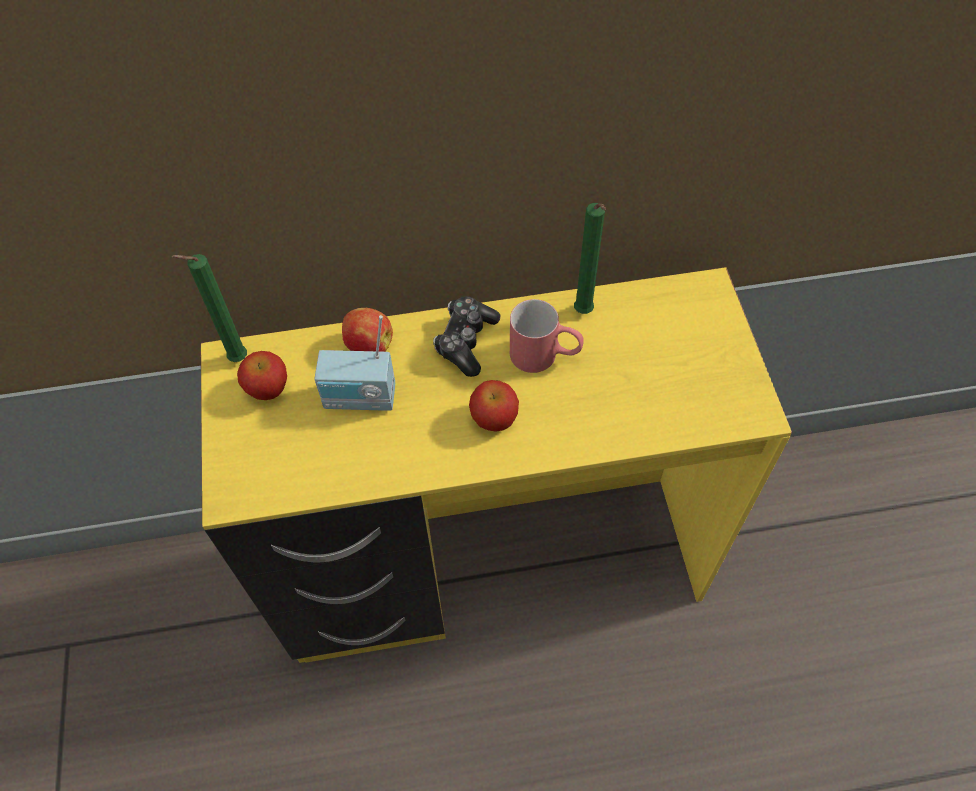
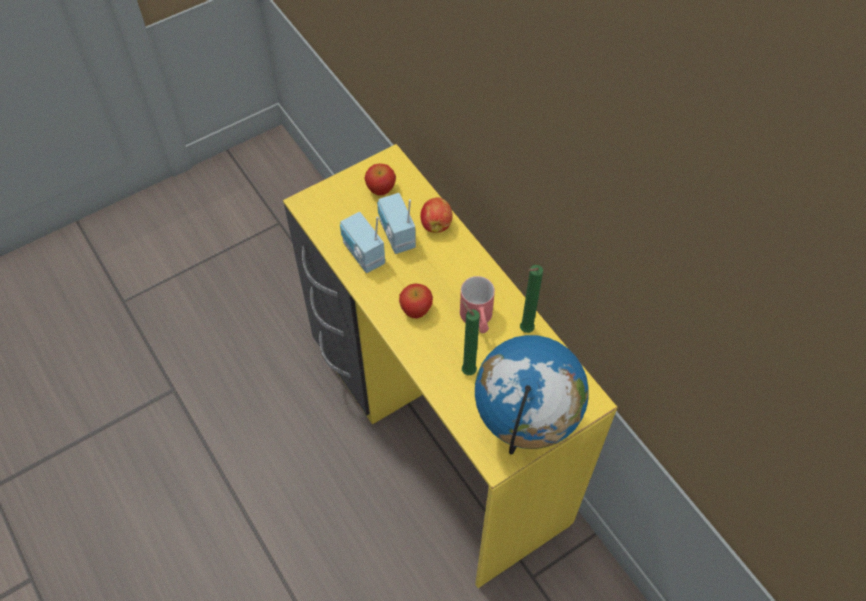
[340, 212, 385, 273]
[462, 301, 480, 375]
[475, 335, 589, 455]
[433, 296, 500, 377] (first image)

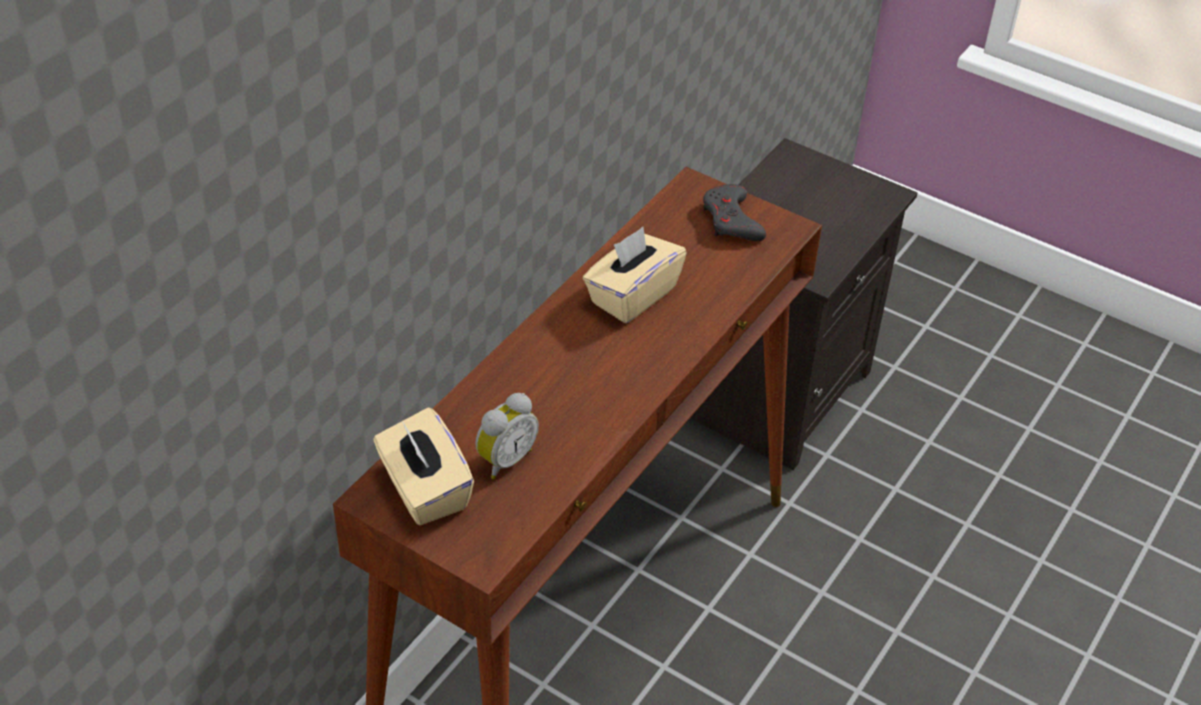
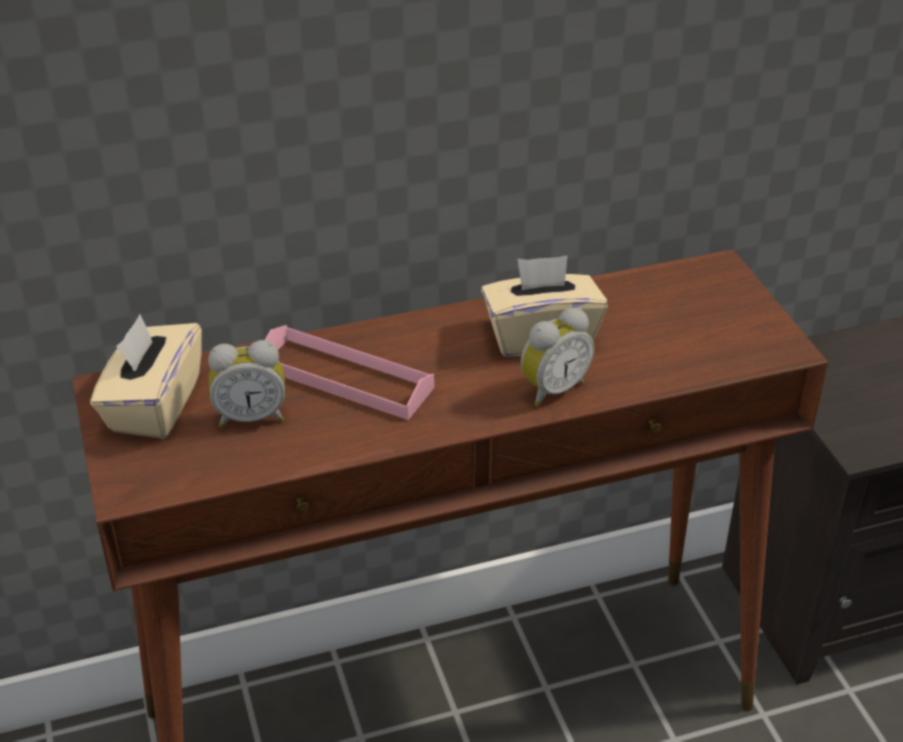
[265, 325, 434, 420]
[521, 308, 594, 407]
[703, 184, 766, 241] (first image)

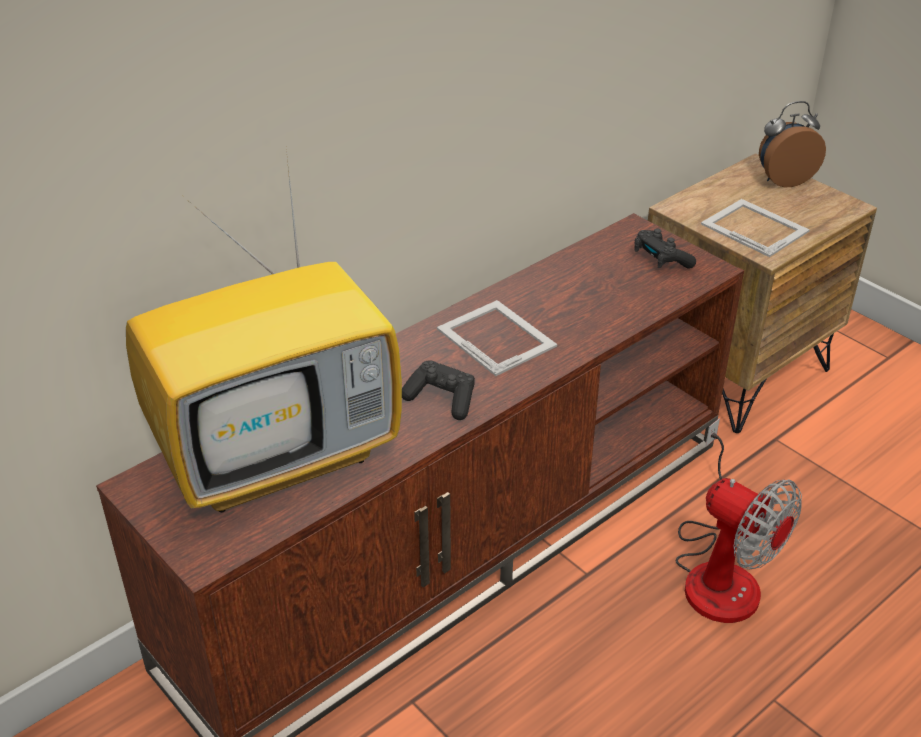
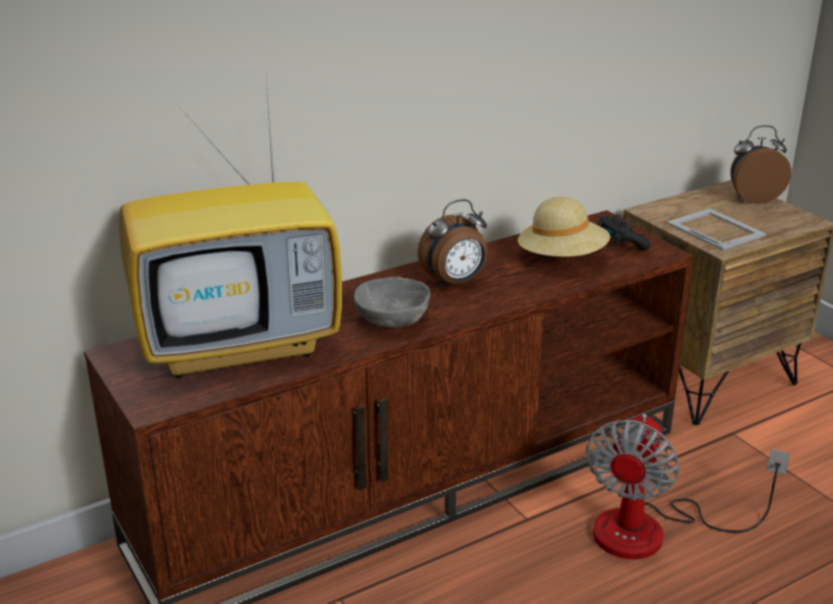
[354, 277, 430, 328]
[418, 199, 488, 288]
[518, 197, 610, 257]
[586, 414, 790, 559]

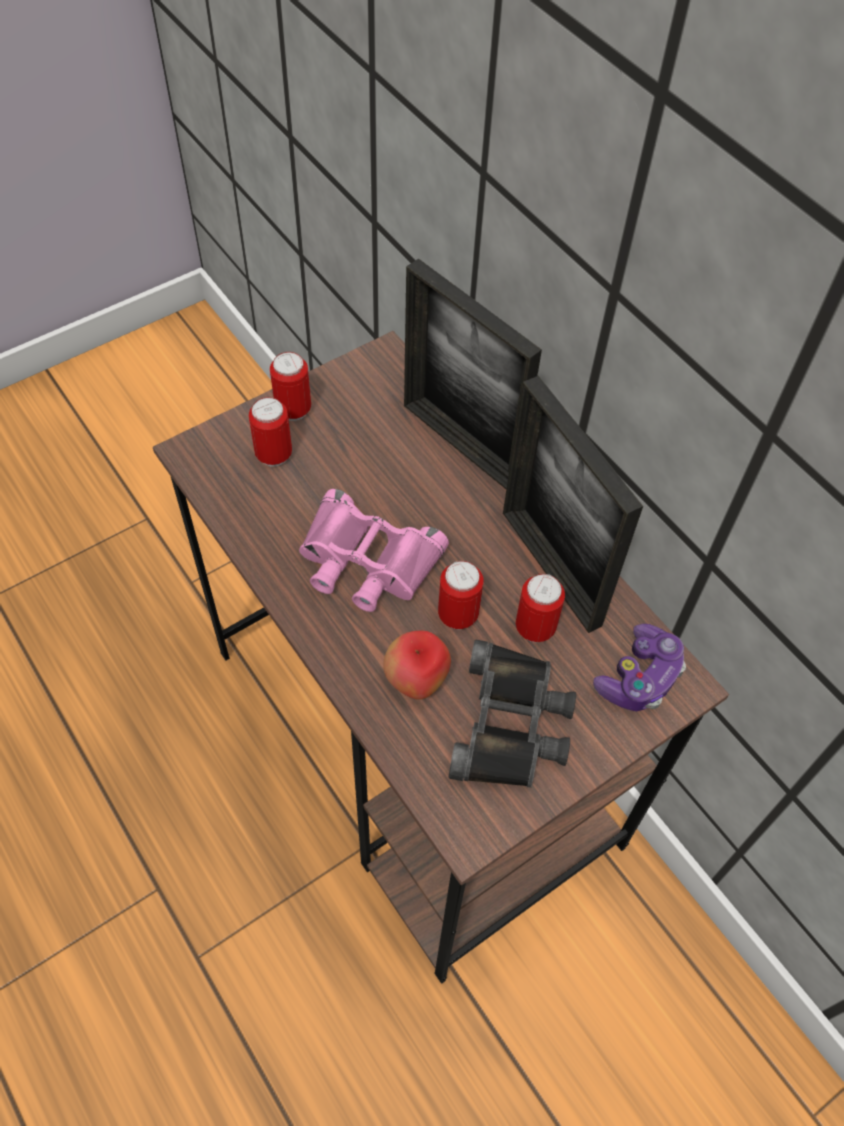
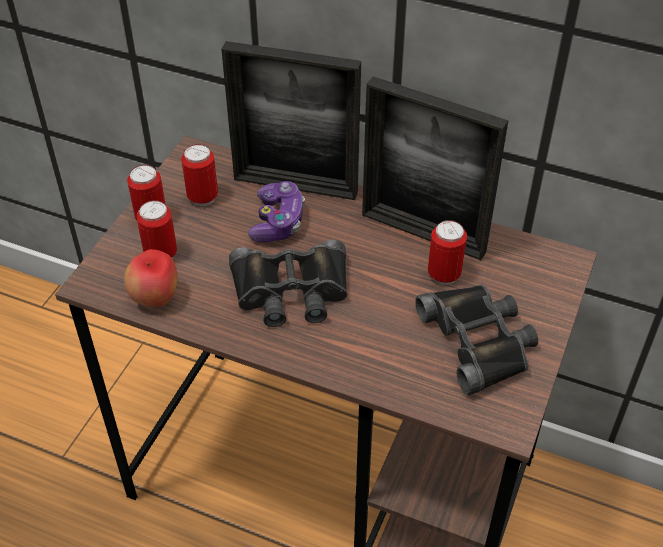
[124, 249, 177, 307]
[181, 144, 218, 206]
[229, 239, 347, 327]
[248, 181, 305, 243]

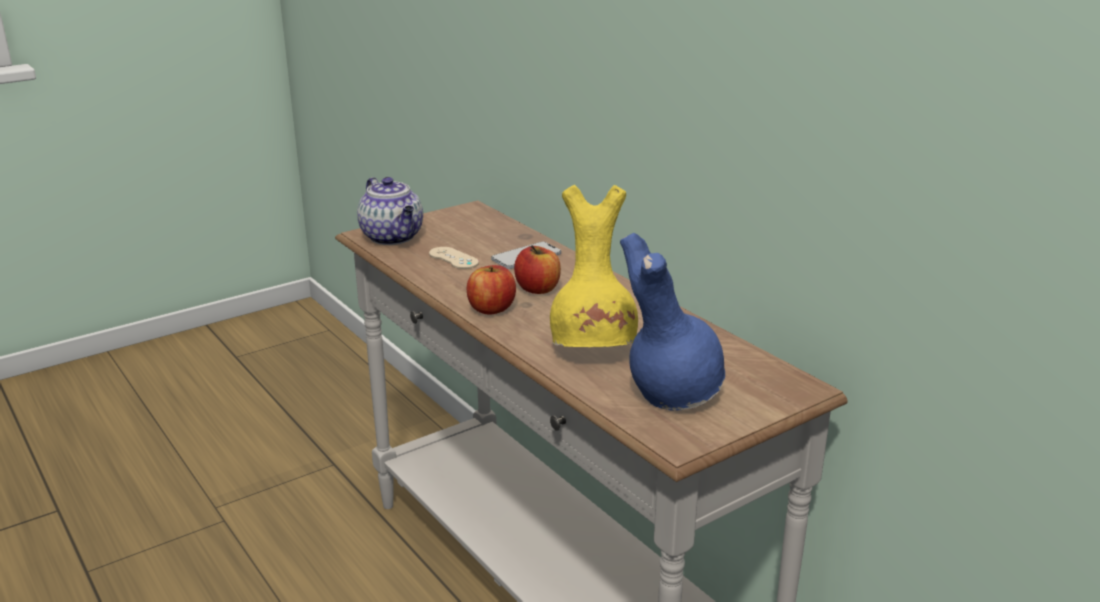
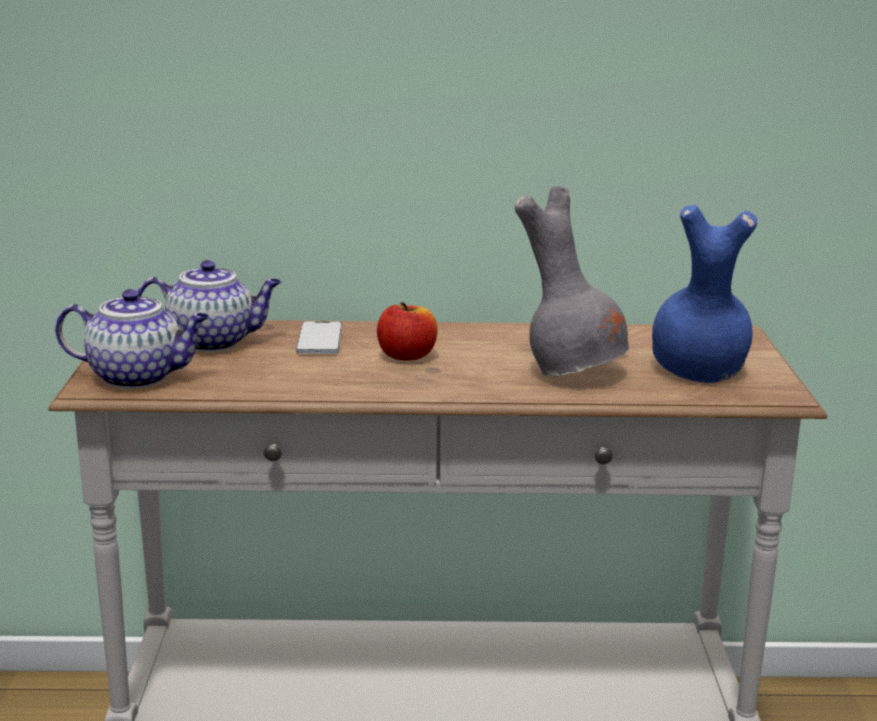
[137, 260, 281, 352]
[515, 186, 629, 377]
[429, 247, 479, 269] (first image)
[467, 265, 516, 314] (first image)

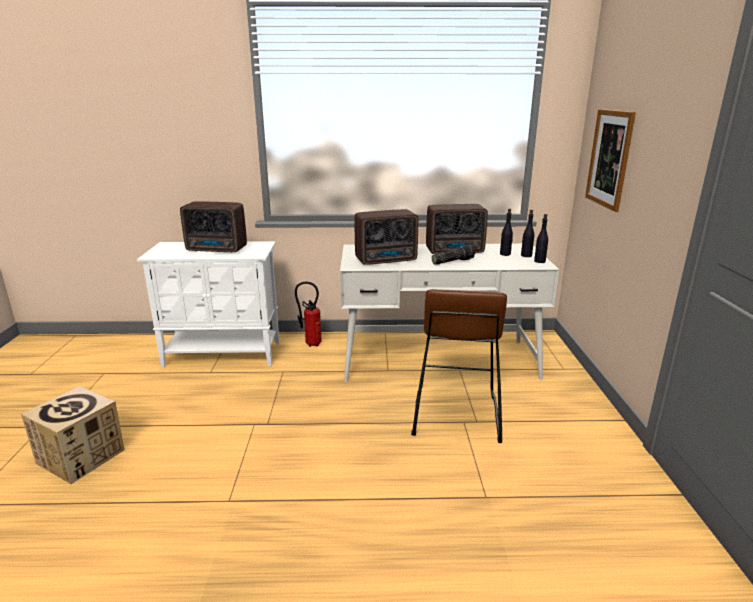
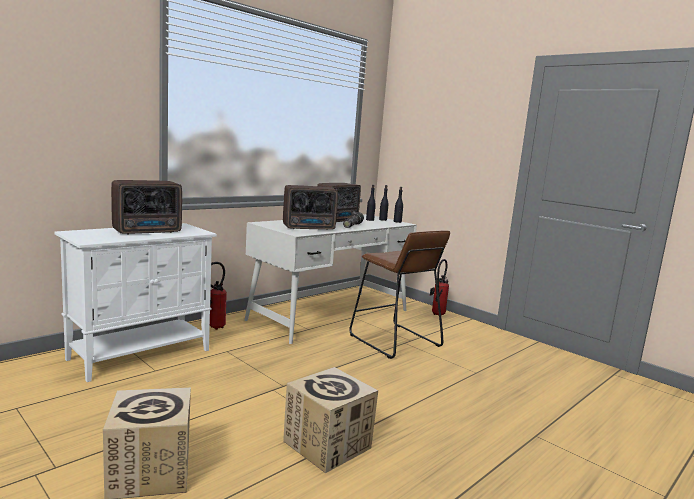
[283, 185, 338, 230]
[283, 367, 378, 473]
[430, 259, 449, 315]
[585, 109, 636, 212] (first image)

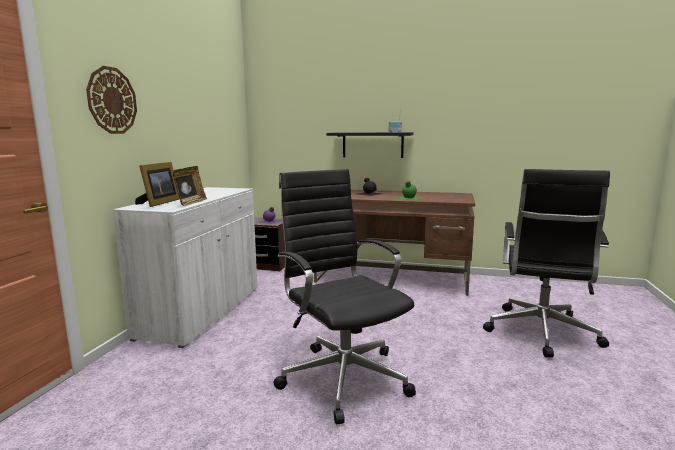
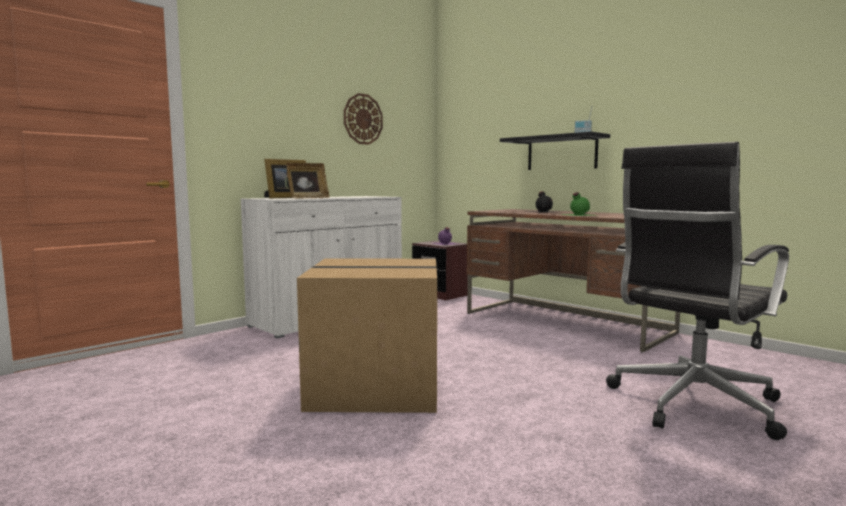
[297, 258, 437, 413]
[344, 93, 383, 145]

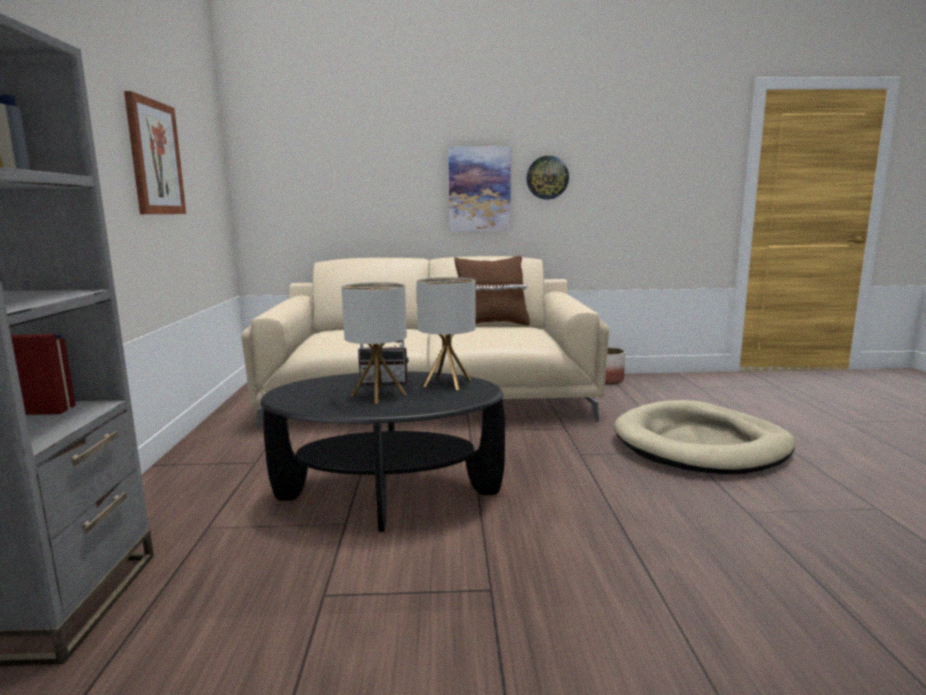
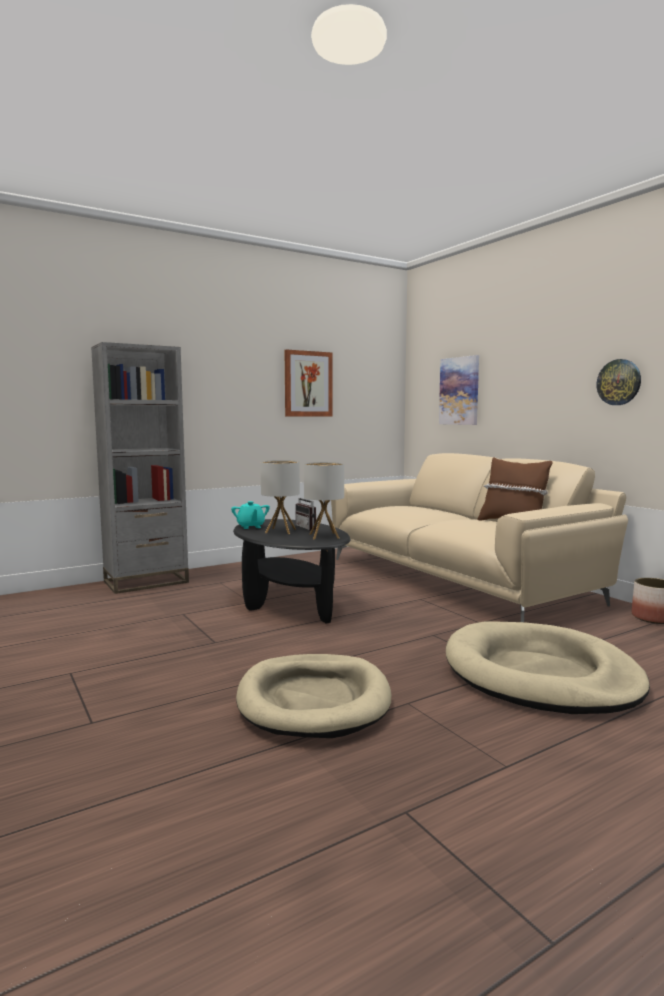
[231, 501, 270, 529]
[236, 654, 391, 738]
[439, 355, 479, 425]

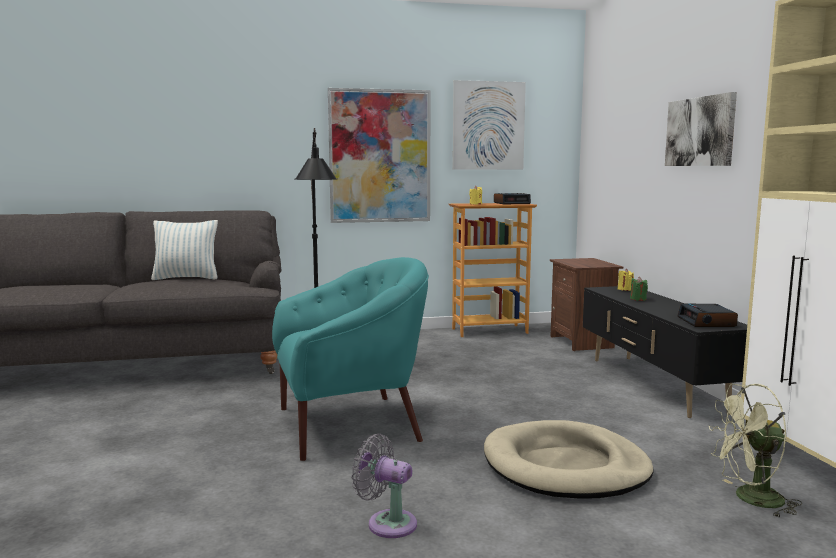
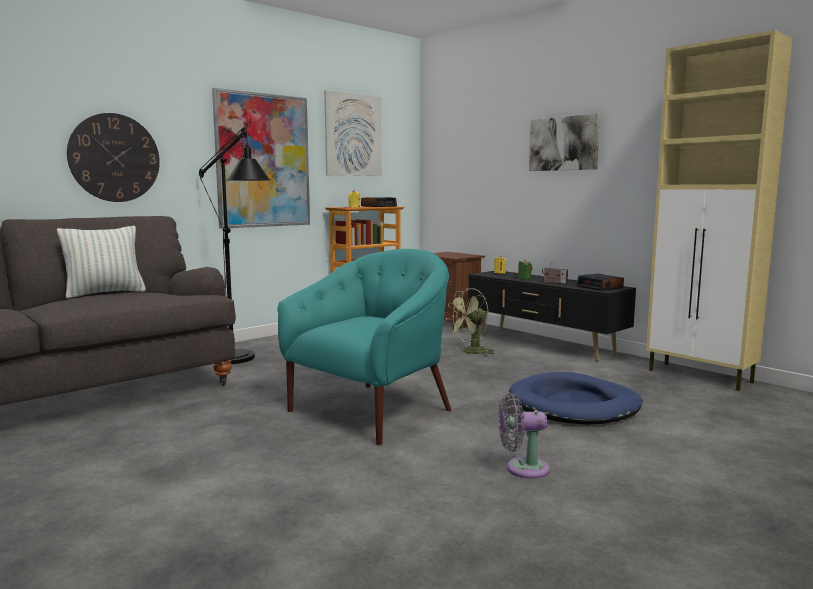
[67, 113, 160, 202]
[446, 288, 494, 357]
[509, 372, 643, 425]
[542, 262, 568, 284]

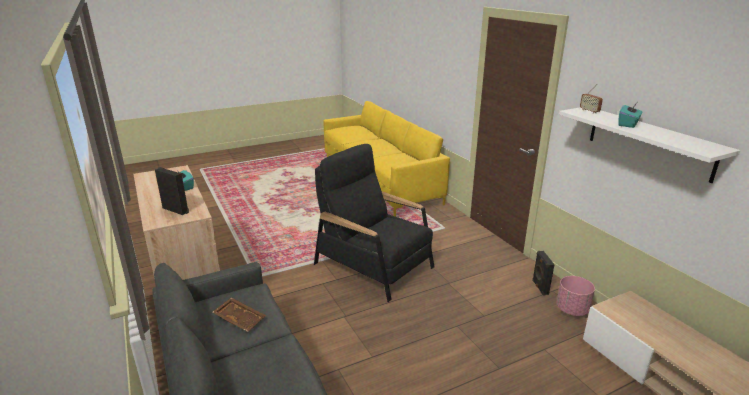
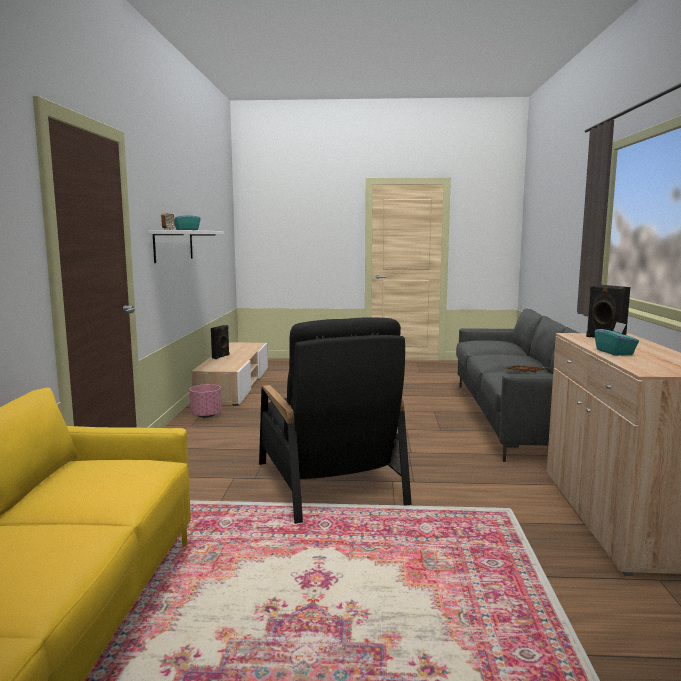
[211, 325, 229, 359]

